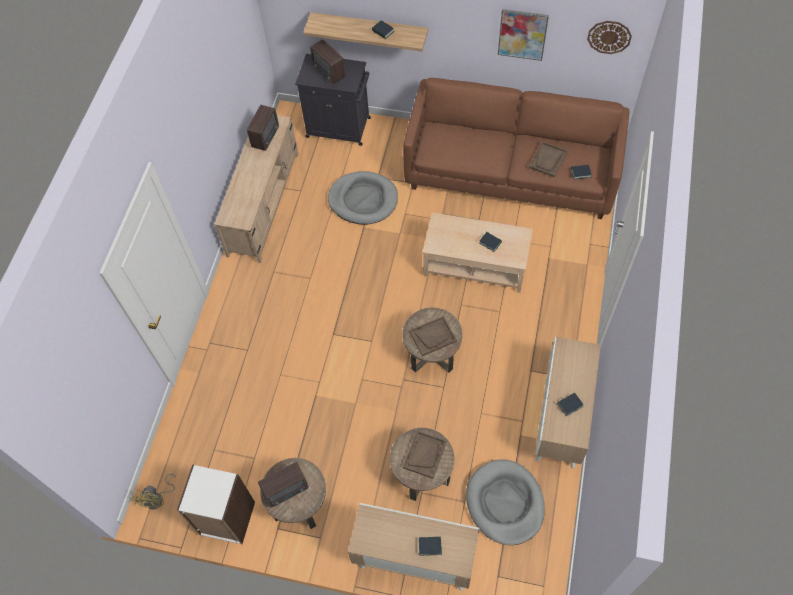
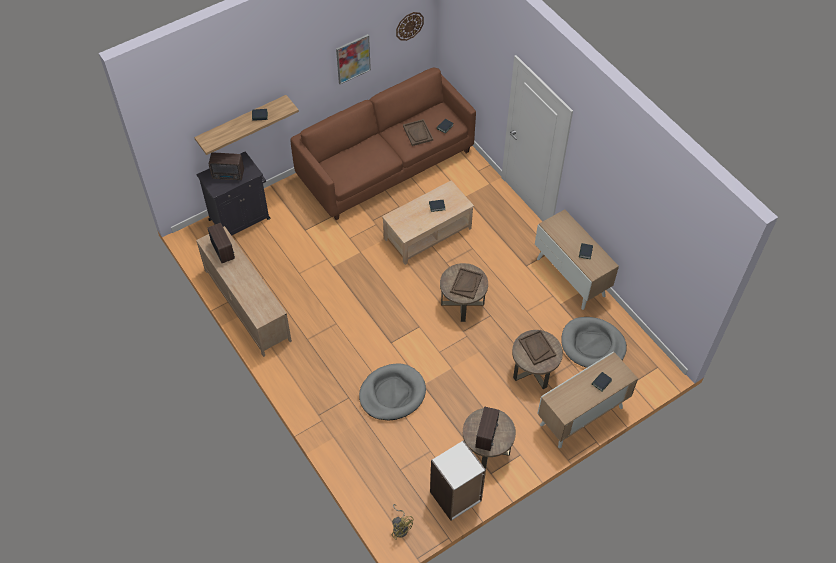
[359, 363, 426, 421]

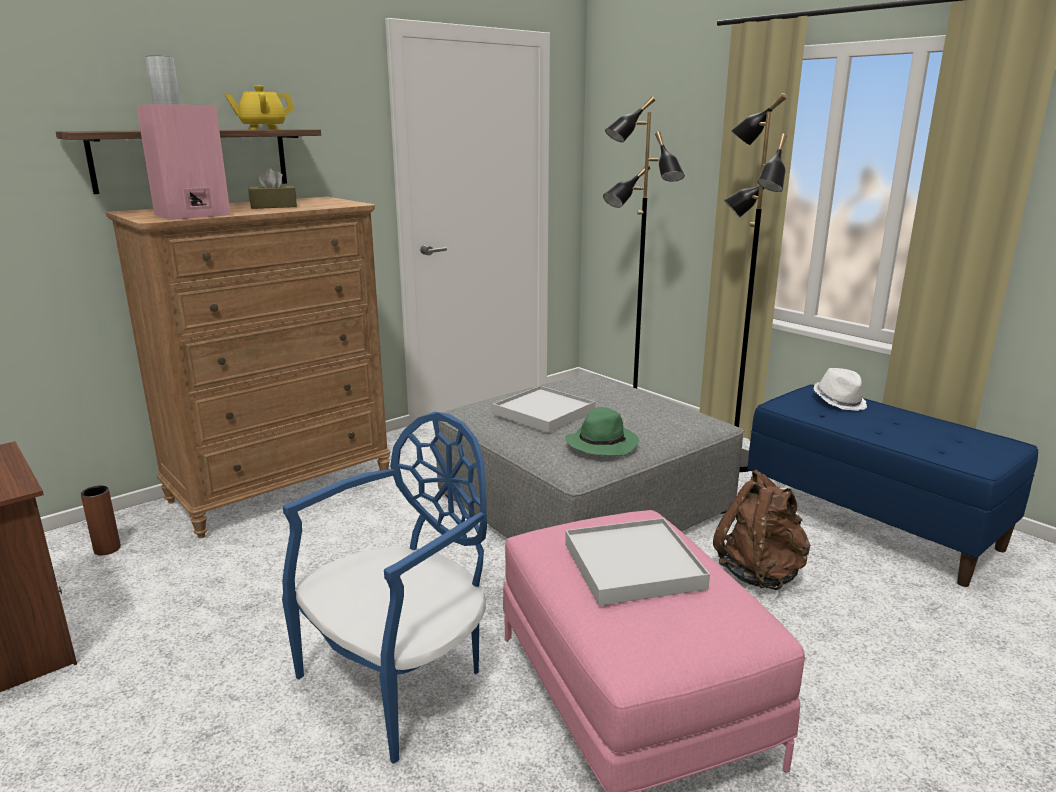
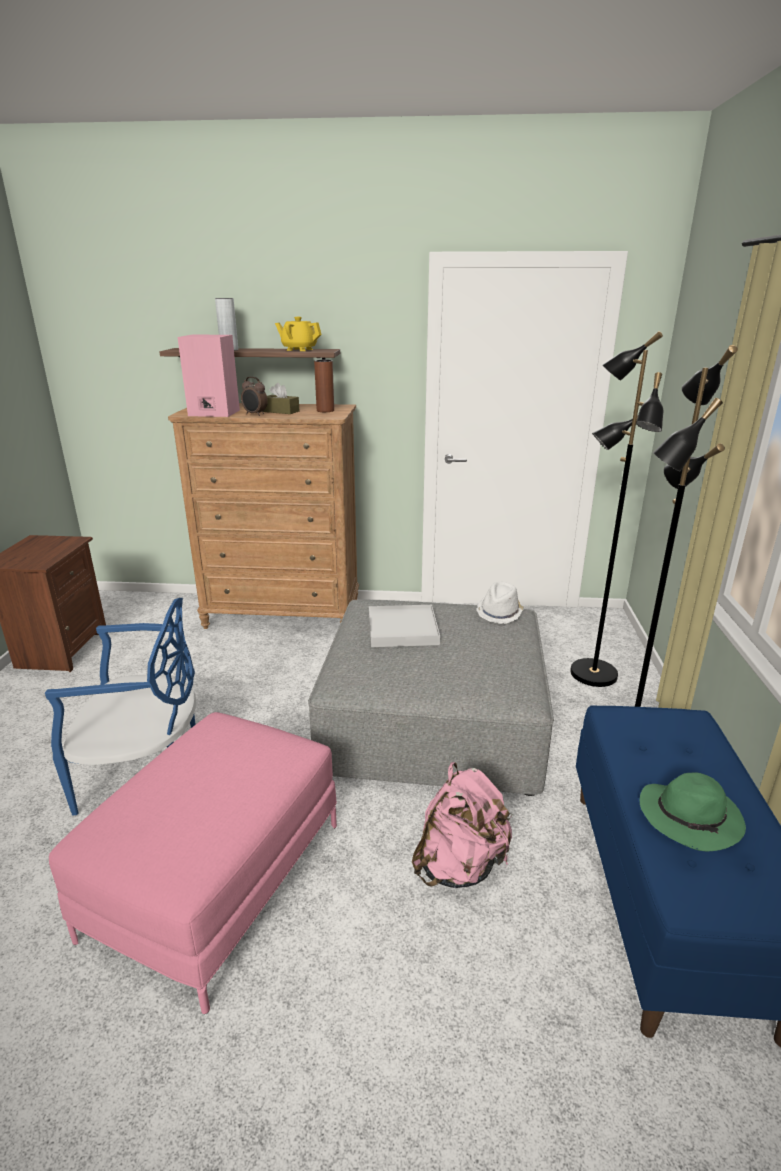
[241, 377, 268, 416]
[314, 360, 334, 412]
[412, 762, 513, 888]
[476, 582, 524, 624]
[640, 773, 746, 851]
[565, 518, 710, 606] (first image)

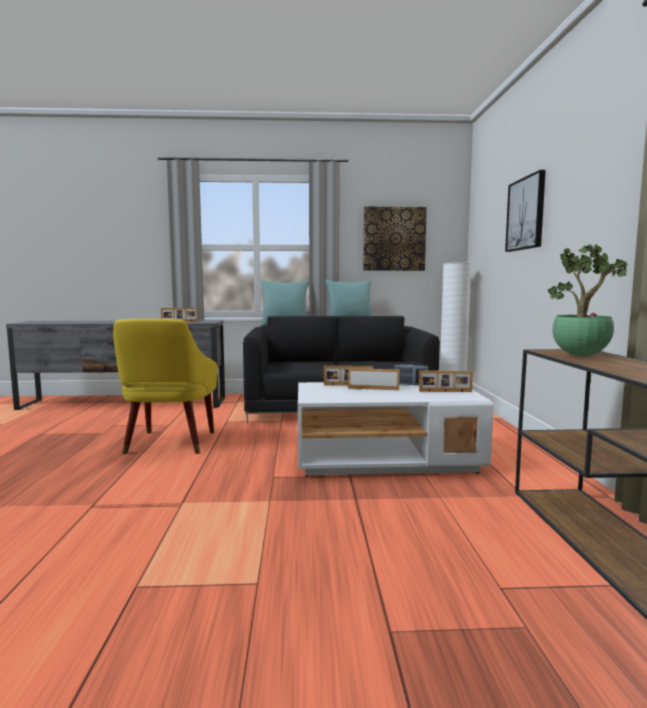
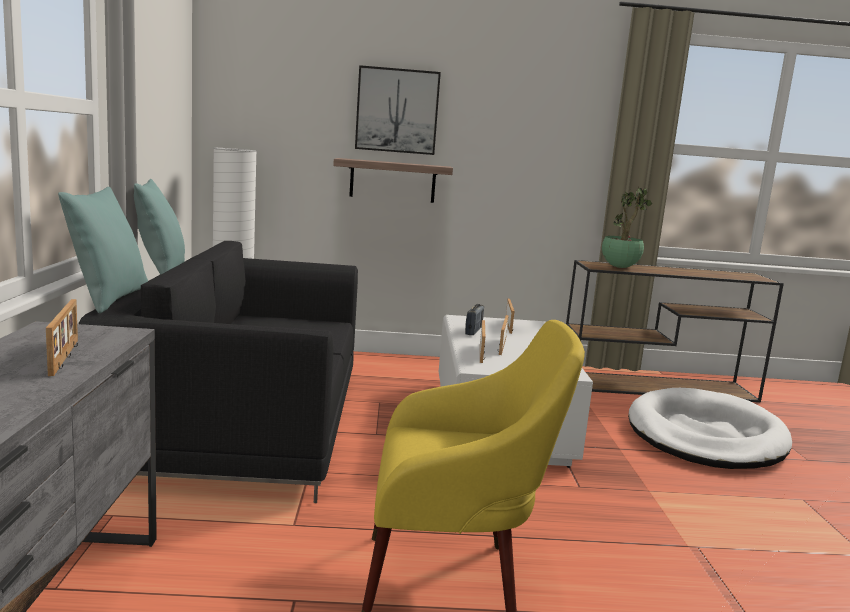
[333, 158, 453, 203]
[628, 388, 792, 469]
[363, 207, 427, 271] (first image)

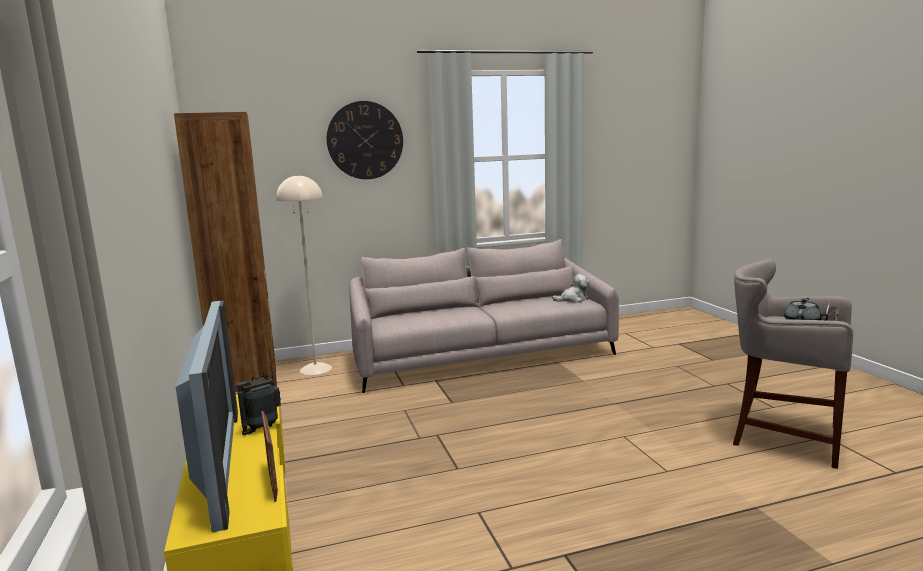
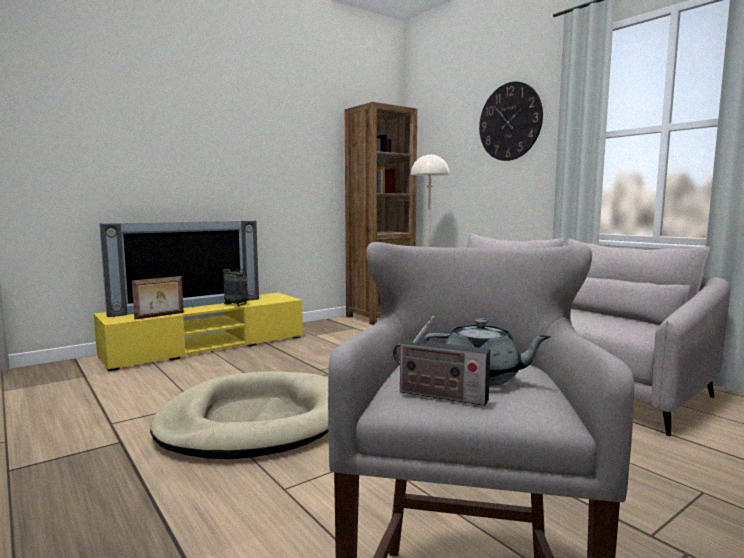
[150, 371, 328, 459]
[552, 274, 590, 303] (first image)

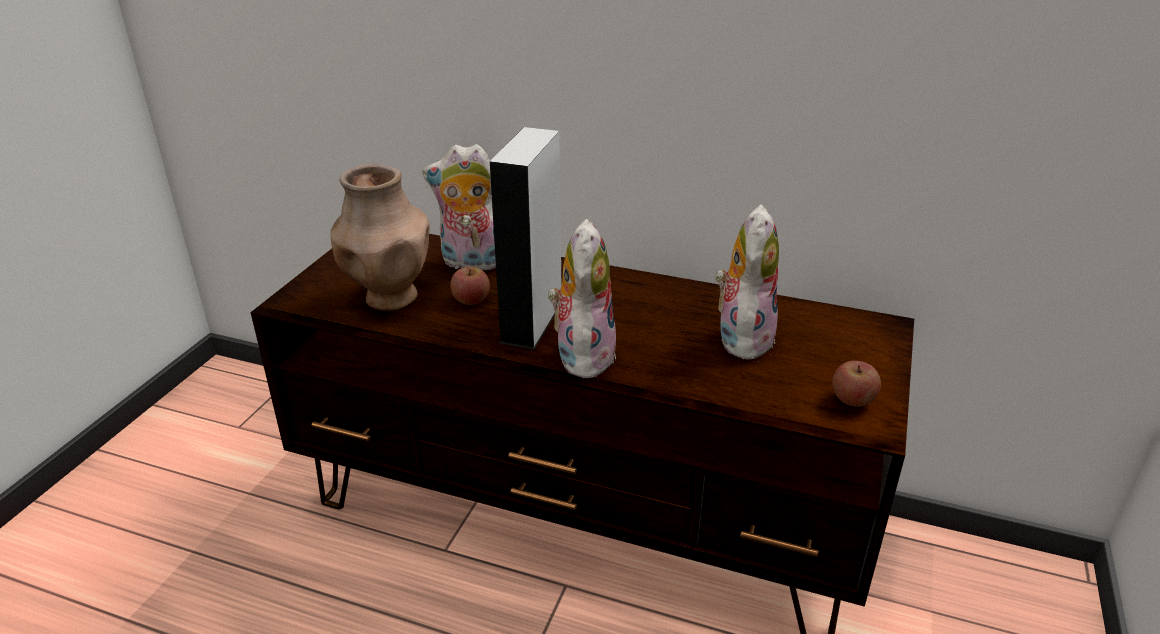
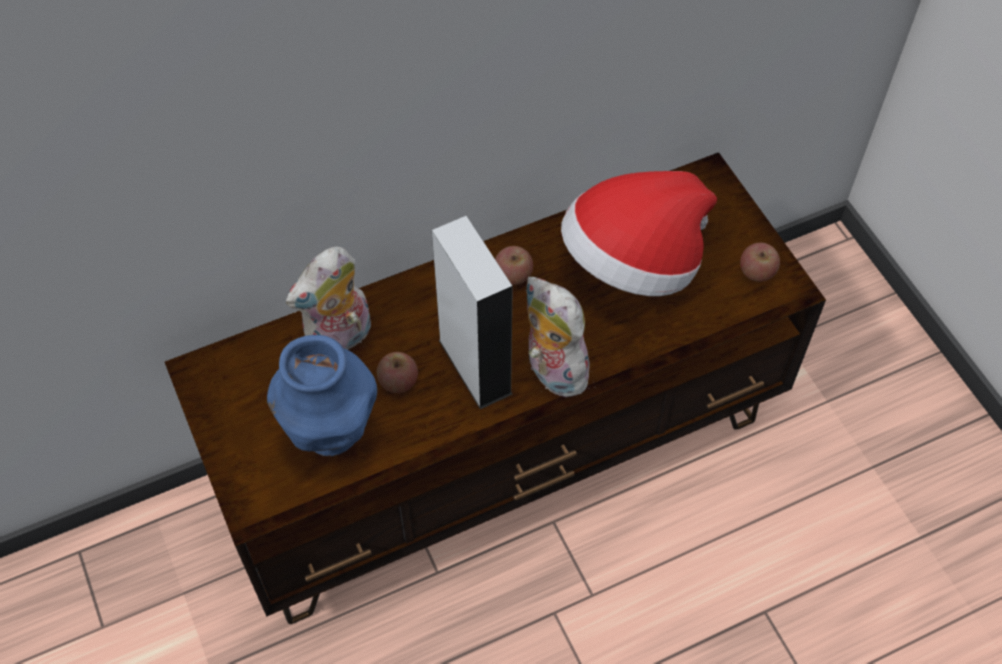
[267, 335, 377, 456]
[495, 246, 533, 285]
[561, 171, 717, 296]

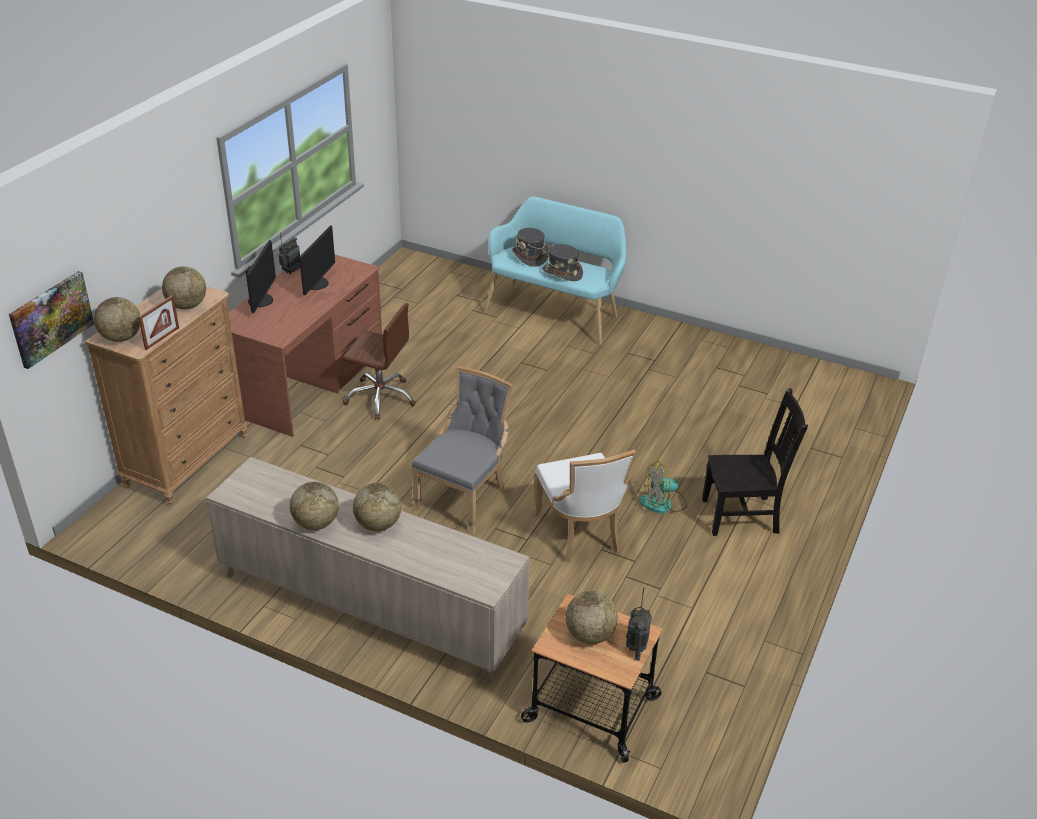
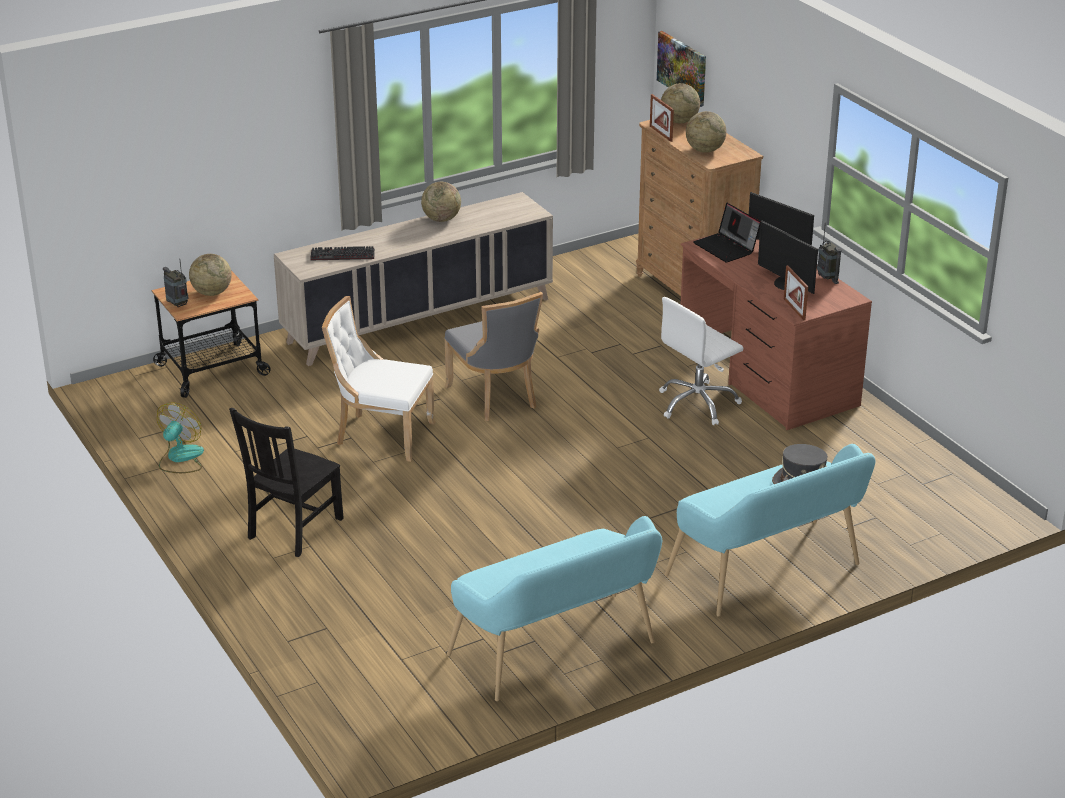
[157, 403, 204, 473]
[310, 246, 375, 260]
[447, 516, 662, 701]
[659, 297, 743, 425]
[694, 203, 761, 263]
[784, 265, 808, 321]
[353, 483, 401, 531] (first image)
[542, 244, 583, 281] (first image)

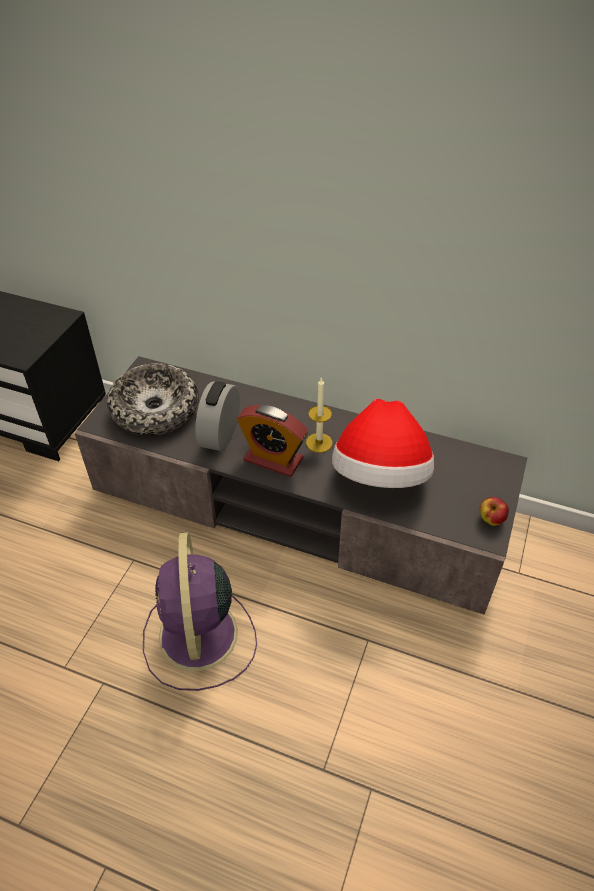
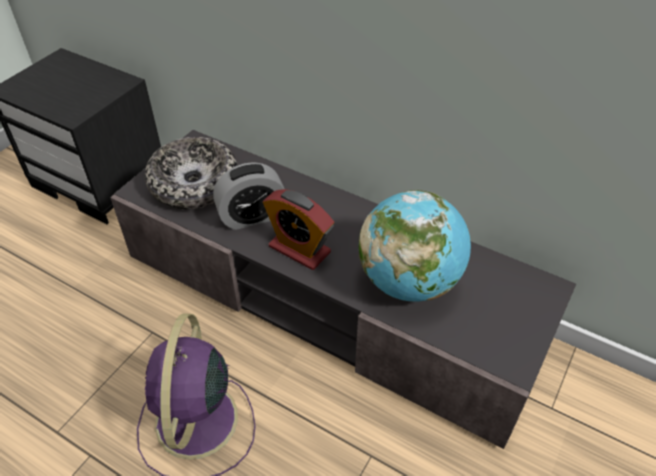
[213, 162, 285, 230]
[359, 190, 471, 302]
[306, 377, 332, 453] (first image)
[480, 497, 509, 526] (first image)

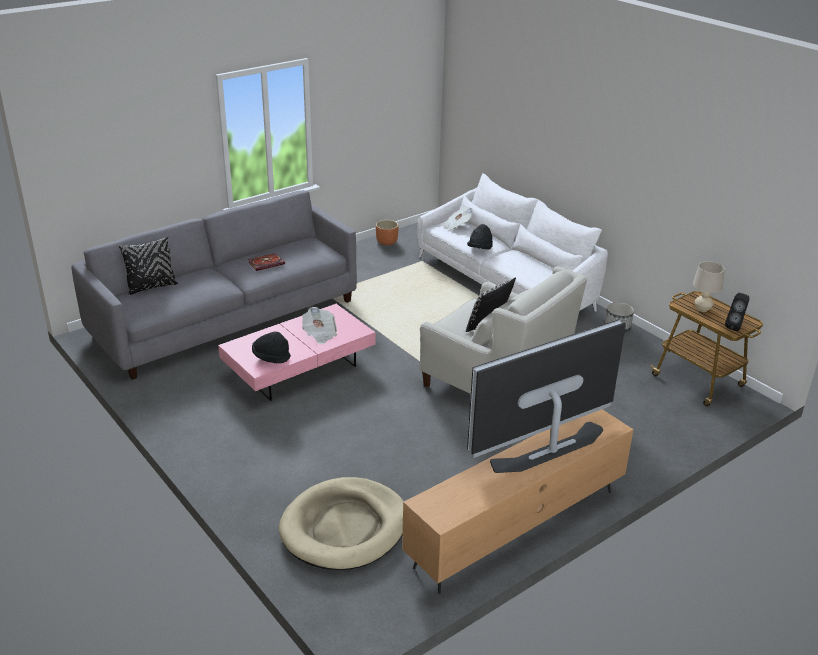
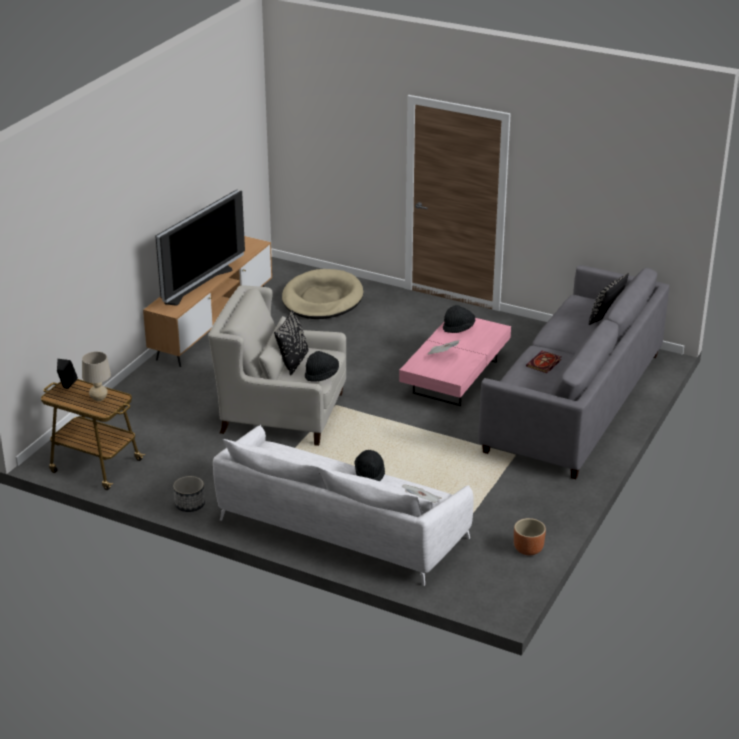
[305, 351, 339, 382]

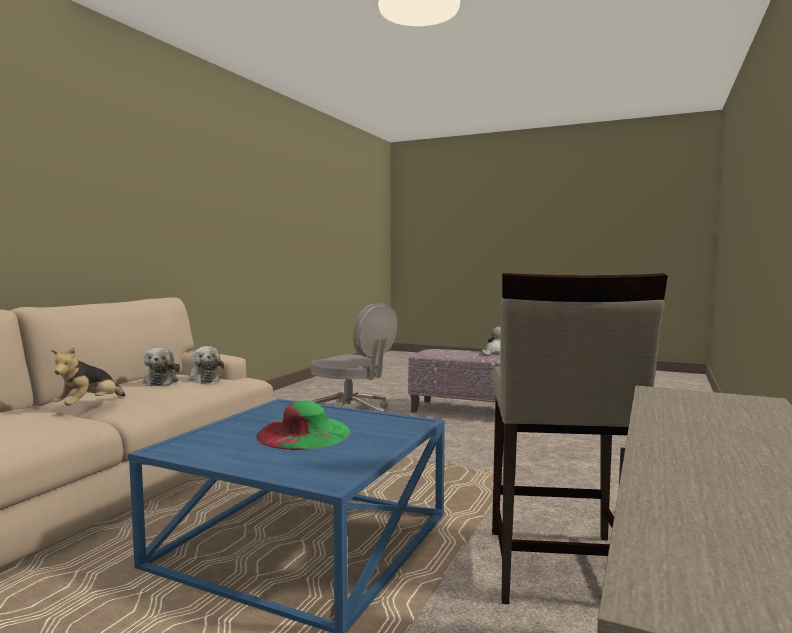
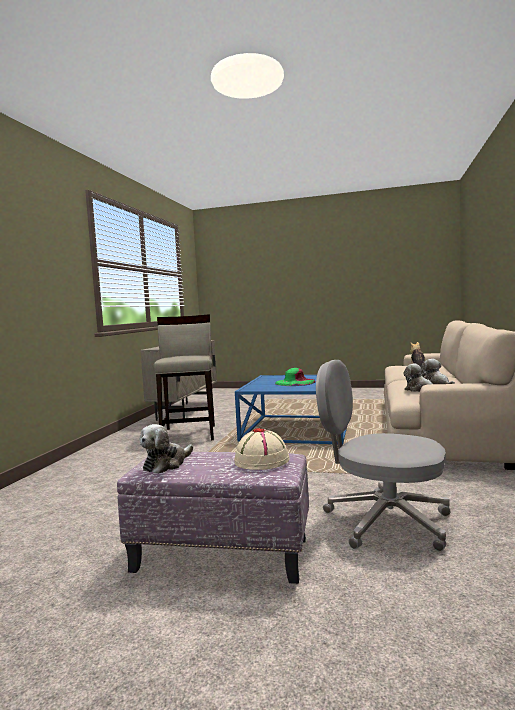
[235, 428, 290, 470]

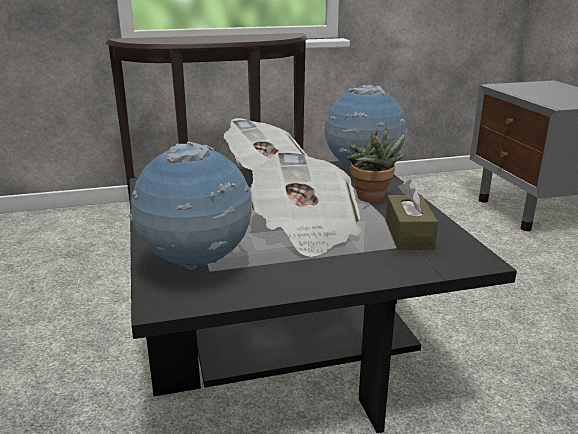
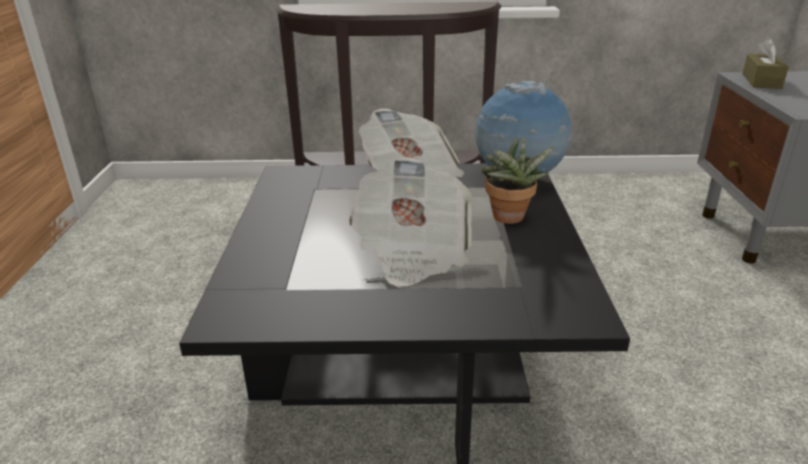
[742, 38, 789, 89]
[129, 141, 252, 270] (first image)

